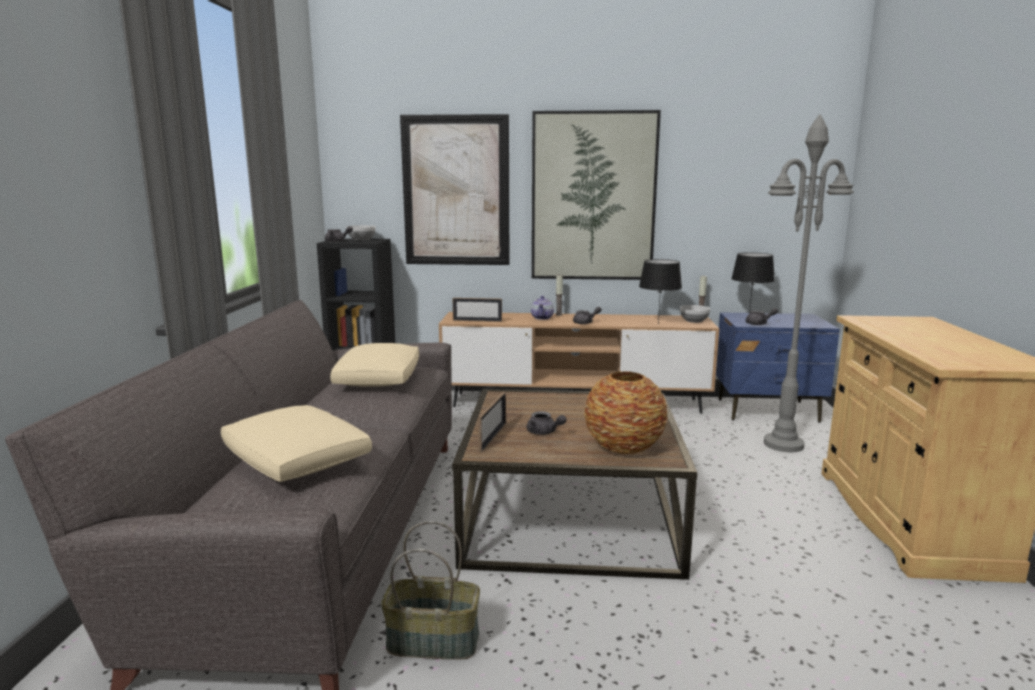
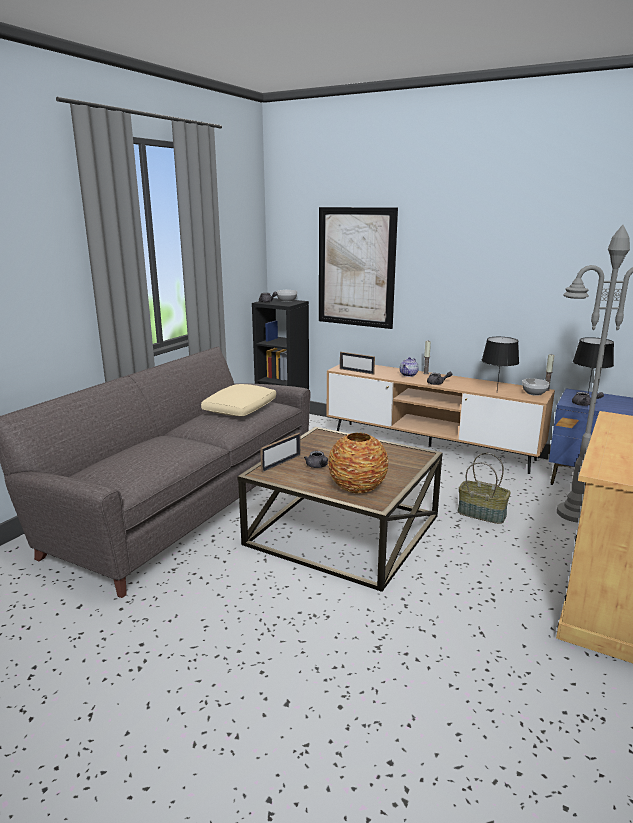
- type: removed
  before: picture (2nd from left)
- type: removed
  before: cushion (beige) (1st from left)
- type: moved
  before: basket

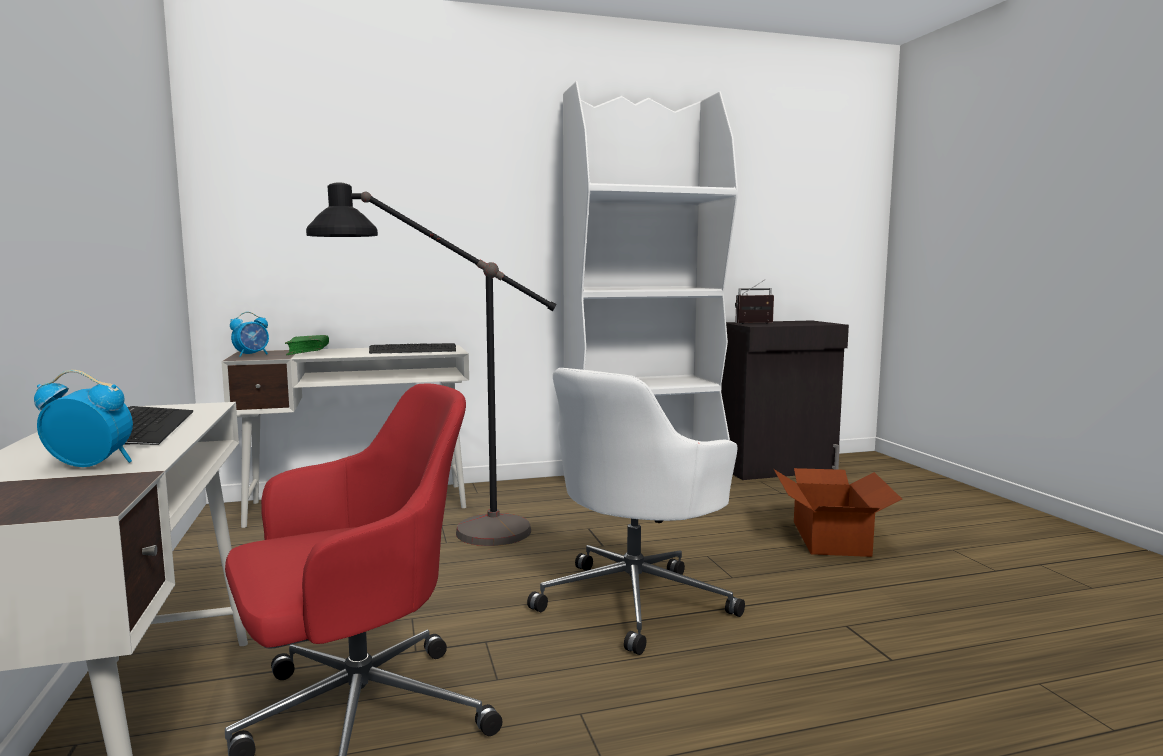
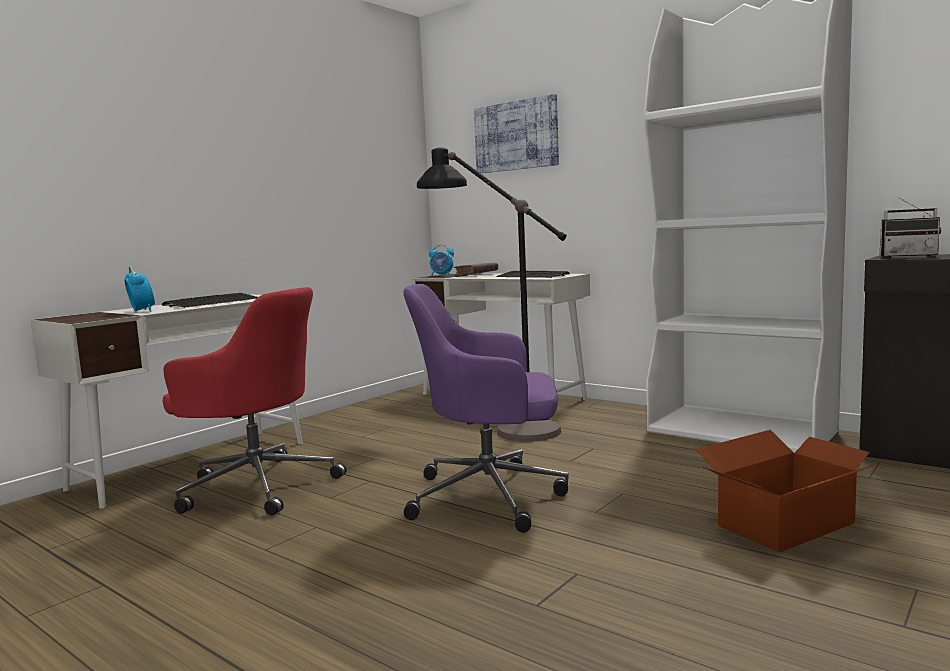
- type: turned
  before: radio receiver
  turn: 150
- type: recoloured
  before: bound book (green-coloured)
  after: bound book (brown-coloured)
- type: recoloured
  before: office chair (whitish)
  after: office chair (purple-coloured)
- type: added
  after: picture

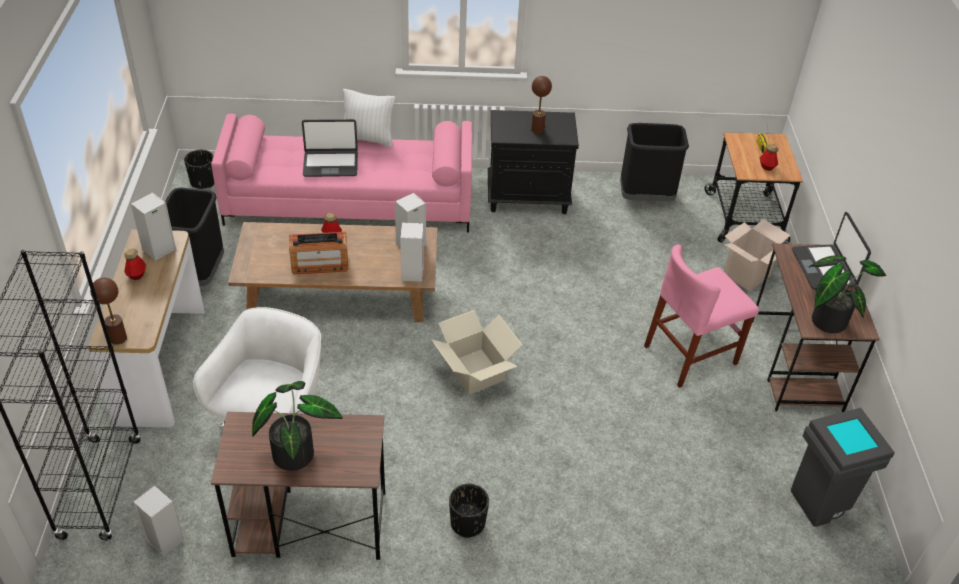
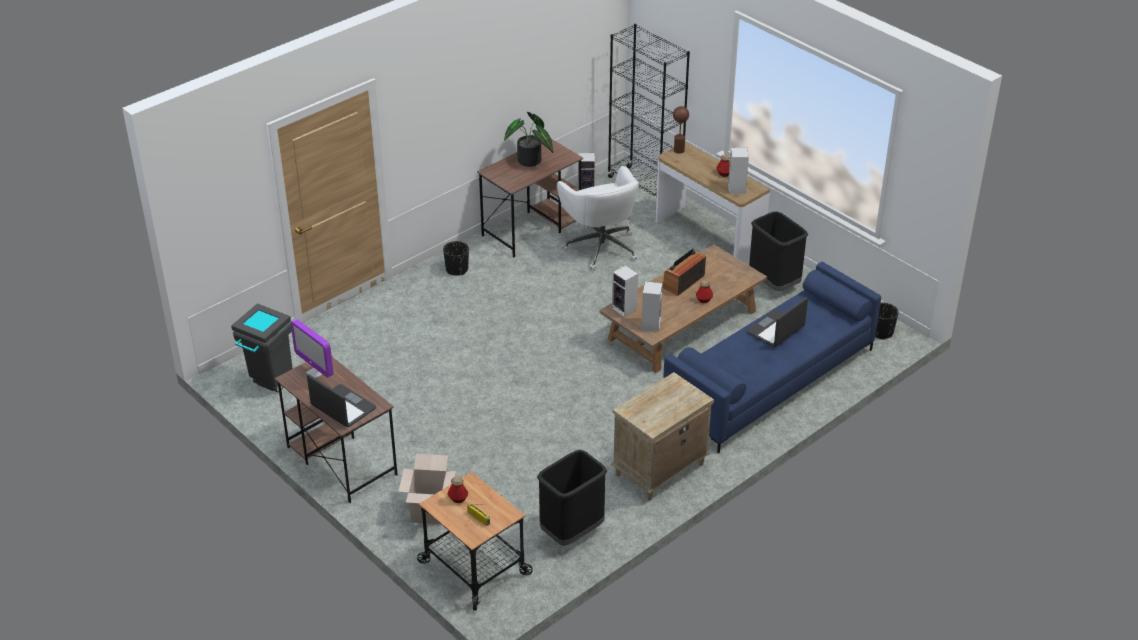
- type: removed
  before: table lamp (brown-coloured) (2nd from left)
- type: removed
  before: cushion (whitish)
- type: recoloured
  before: night table (black-coloured)
  after: night table (beige)
- type: recoloured
  before: couch (pinkish)
  after: couch (blue-coloured)
- type: removed
  before: chair (pinkish)
- type: replaced
  before: potted plant (2nd from left)
  after: computer display
- type: removed
  before: cardboard box (1st from left)

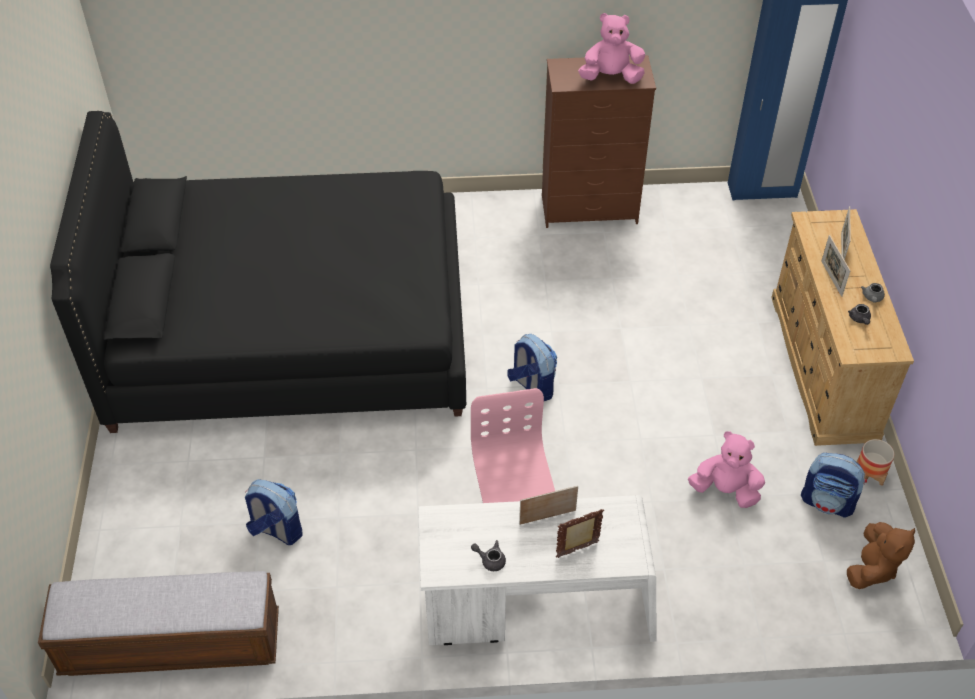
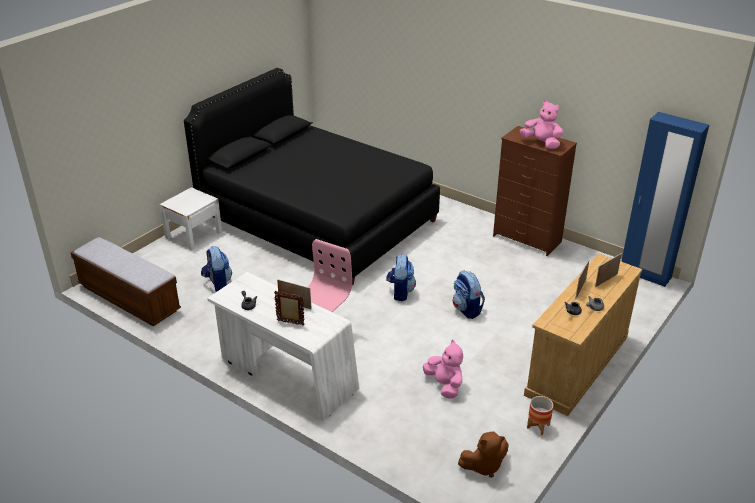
- type: moved
  before: backpack (3rd from left)
- type: added
  after: night table (whitish)

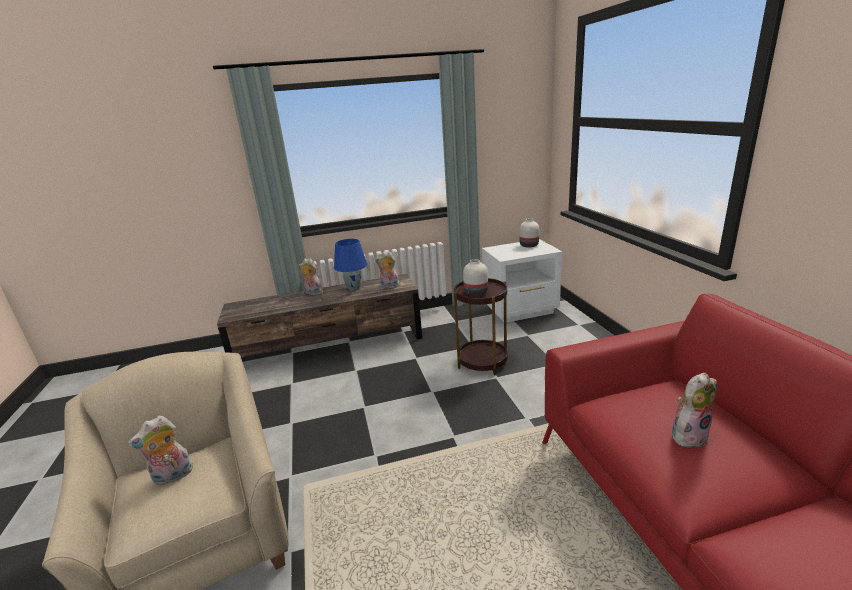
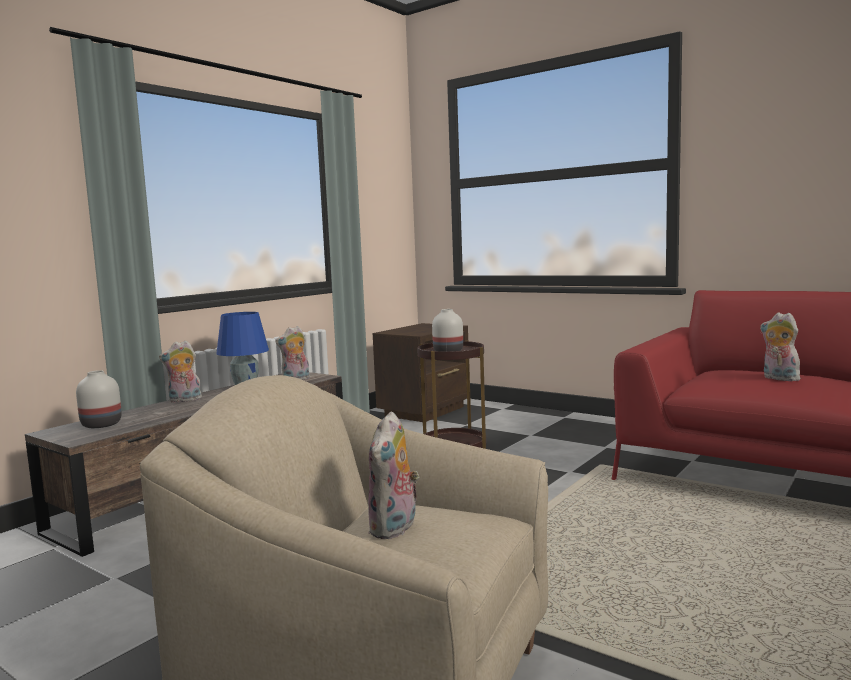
- type: moved
  before: flower vase (whitish) (2nd from left in the first image)
  after: flower vase (whitish) (1st from left)
- type: recoloured
  before: night table (whitish)
  after: night table (brown-coloured)
- type: turned
  before: cuddly toy (4th from left)
  turn: -60

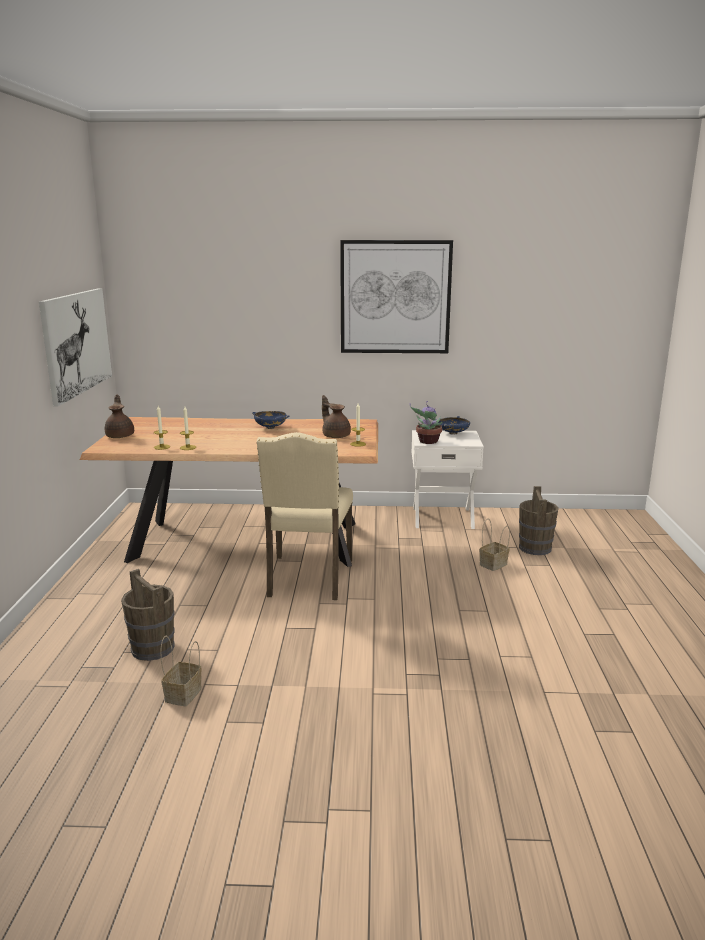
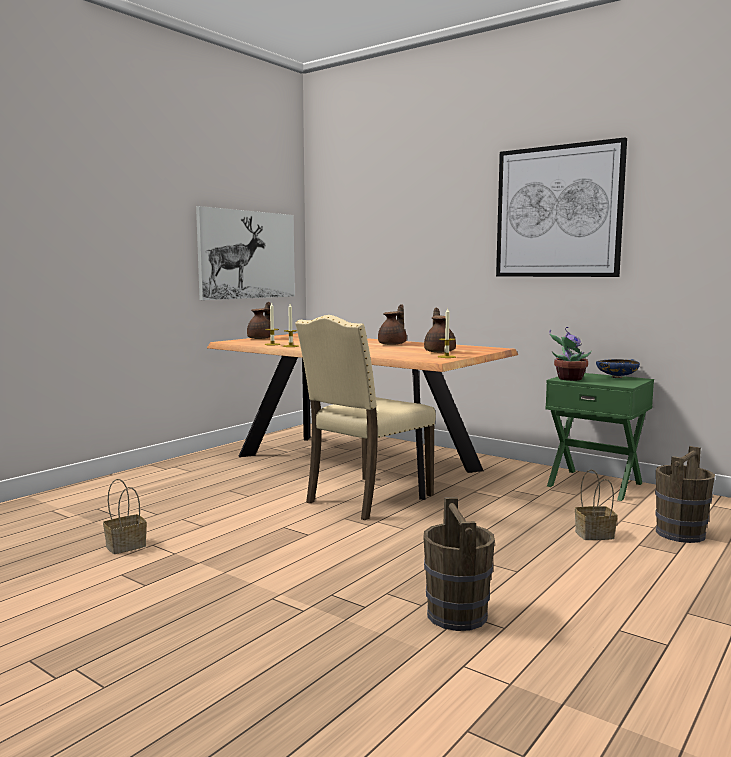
- type: replaced
  before: serving bowl (blue-coloured) (1st from left)
  after: teapot (brown-coloured) (2nd from left)
- type: recoloured
  before: night table (whitish)
  after: night table (green-coloured)
- type: moved
  before: bucket (brown-coloured) (1st from left)

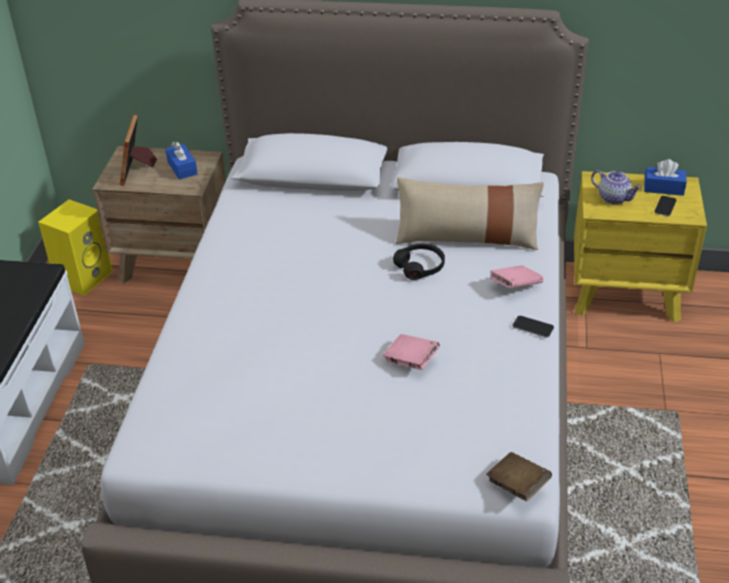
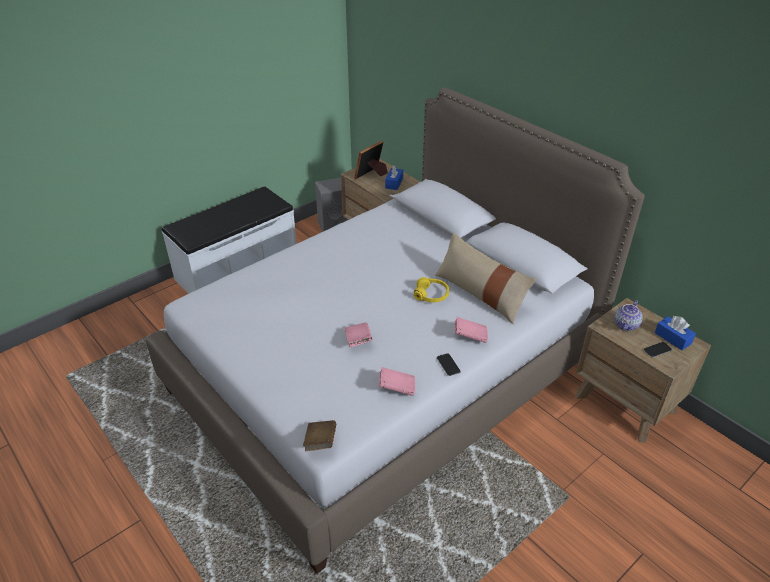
- type: turned
  before: teapot
  turn: 45
- type: recoloured
  before: night table (yellow-coloured)
  after: night table (brown-coloured) (2nd from left)
- type: recoloured
  before: audio speaker (yellow-coloured)
  after: audio speaker (gray)
- type: recoloured
  before: headphones (black-coloured)
  after: headphones (yellow-coloured)
- type: added
  after: bound book (pinkish) (2nd from left)

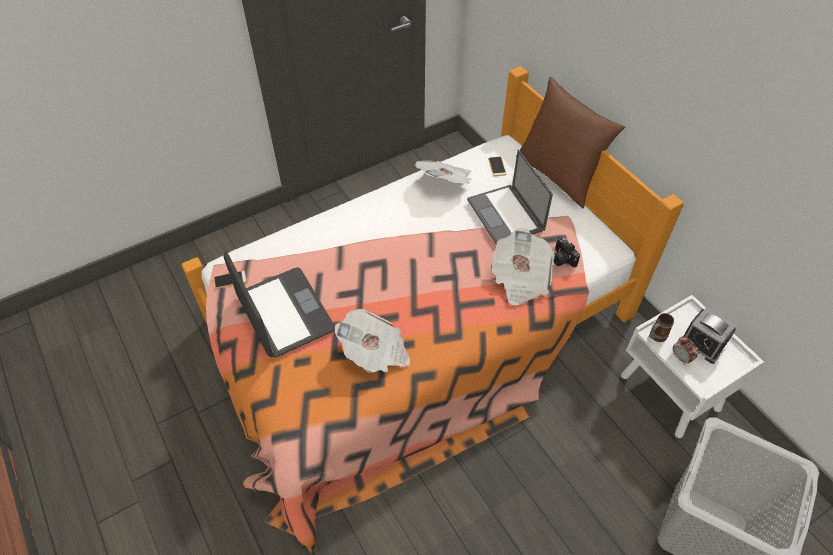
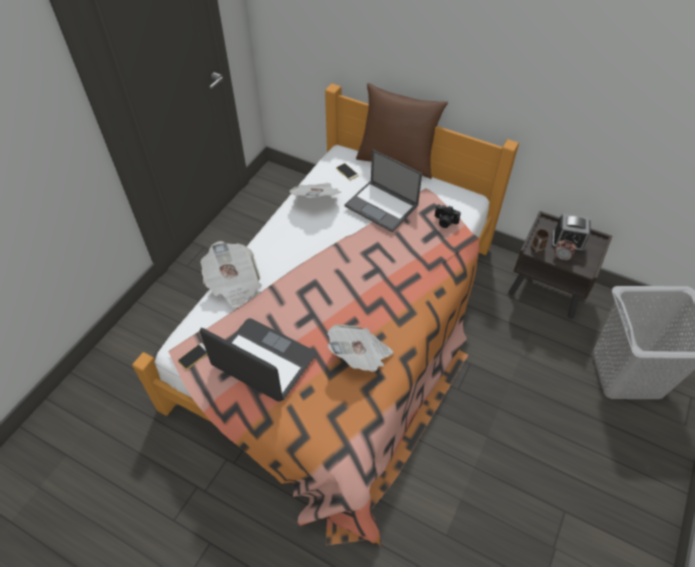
- type: moved
  before: daily paper (3rd from left in the first image)
  after: daily paper (1st from left)
- type: recoloured
  before: night table (whitish)
  after: night table (brown-coloured)

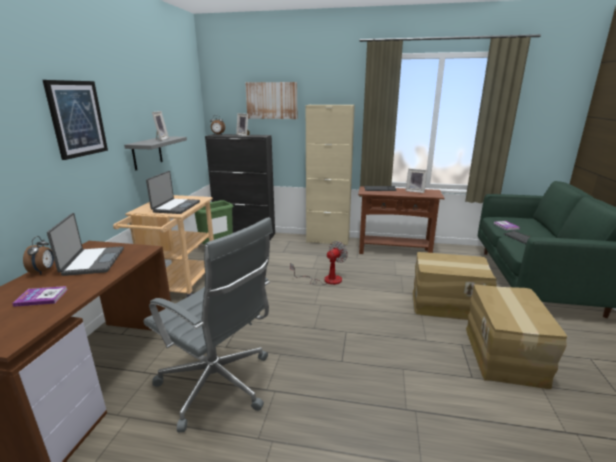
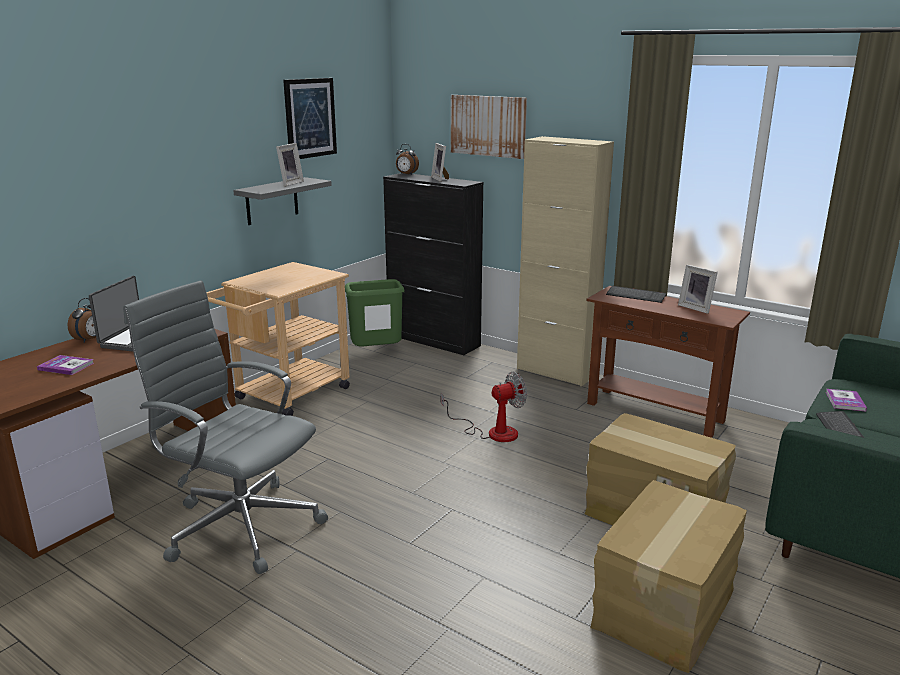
- type: moved
  before: picture (1st from left)
- type: removed
  before: notebook computer (2nd from left)
- type: turned
  before: office chair (gray)
  turn: 150

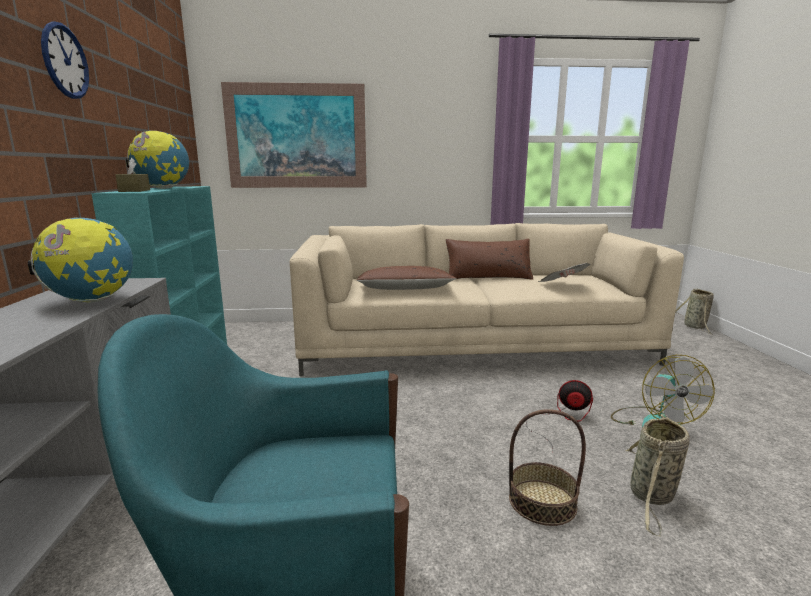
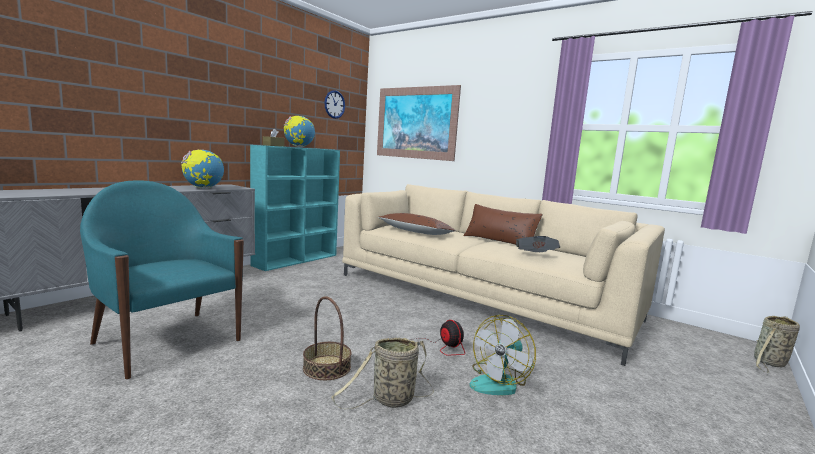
- type: moved
  before: wall clock

